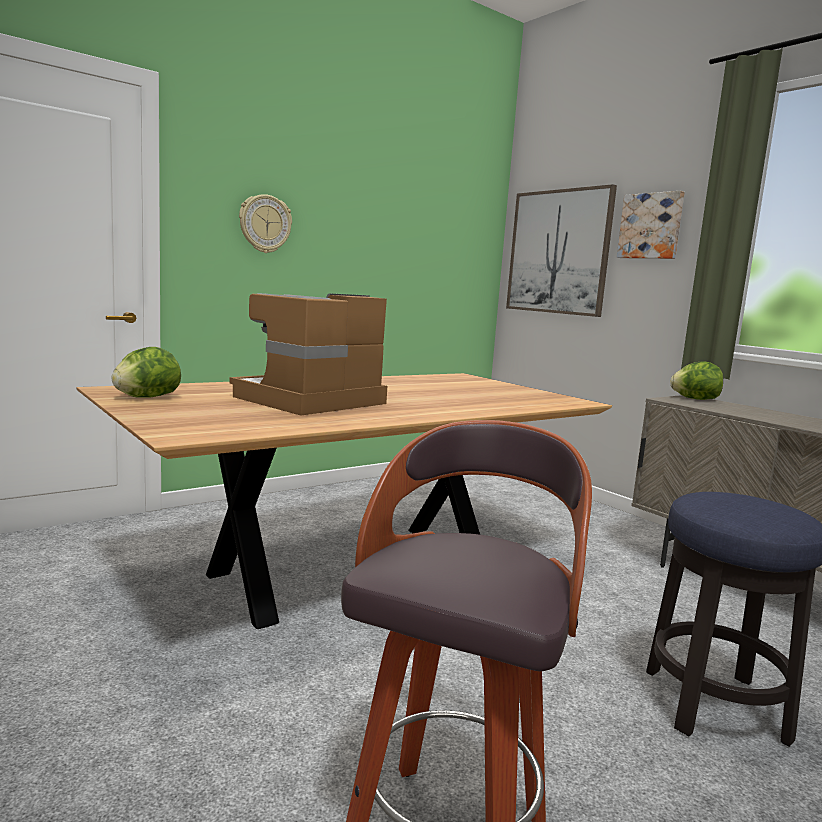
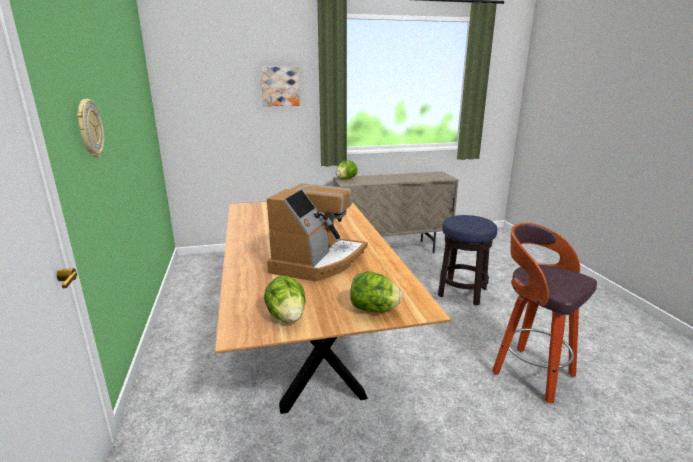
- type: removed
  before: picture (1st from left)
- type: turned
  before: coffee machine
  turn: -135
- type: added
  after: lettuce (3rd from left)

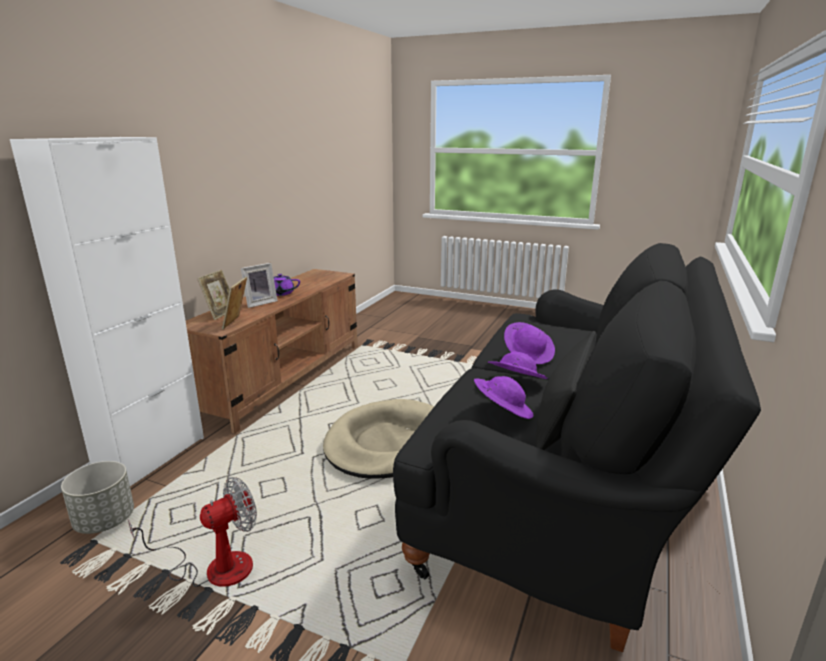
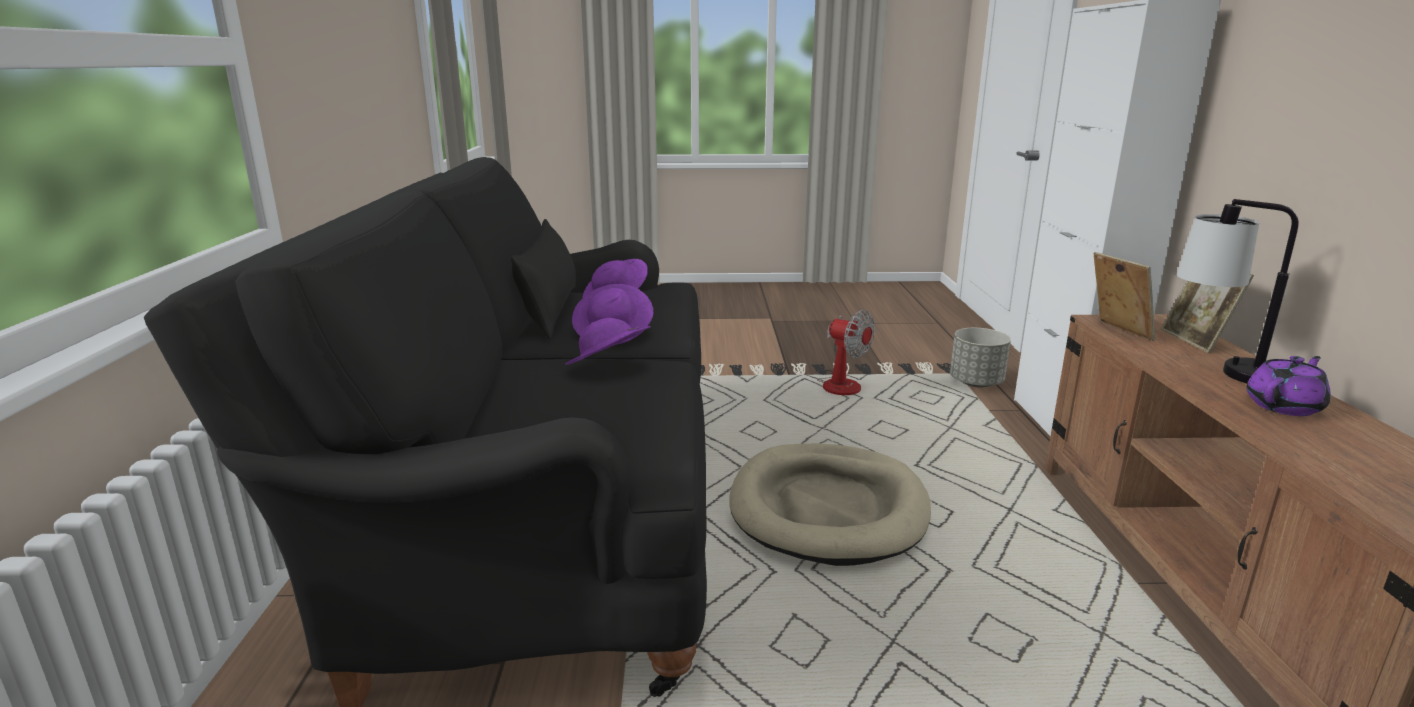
- type: replaced
  before: picture frame (3rd from left)
  after: table lamp
- type: turned
  before: electric fan
  turn: -75

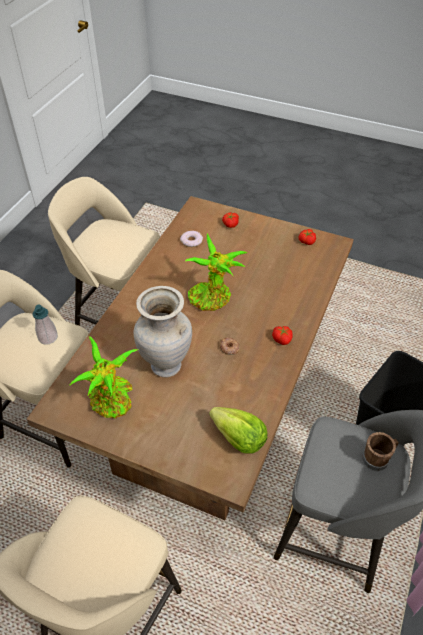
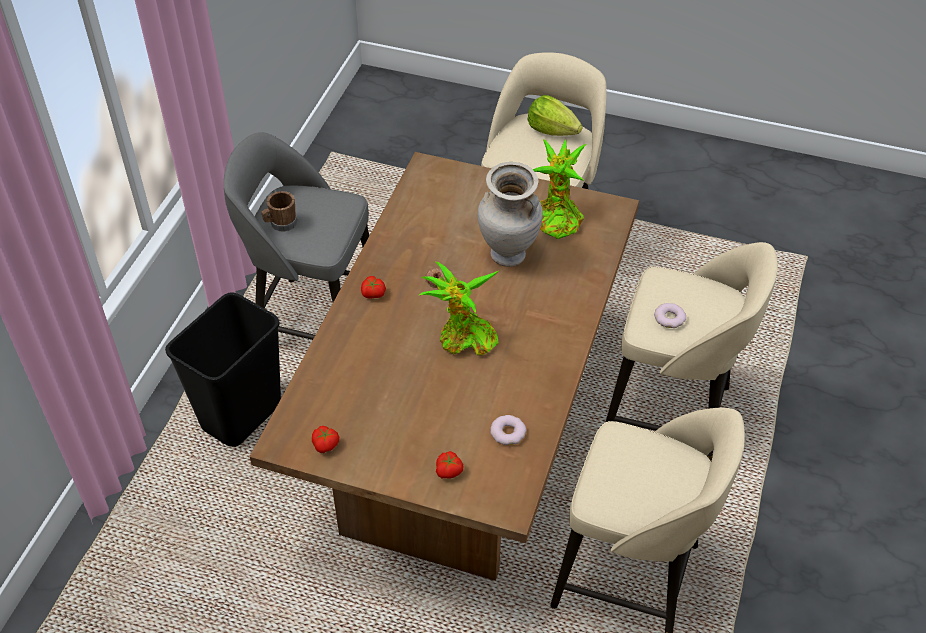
- type: replaced
  before: soap dispenser
  after: donut (3rd from left)
- type: moved
  before: lettuce

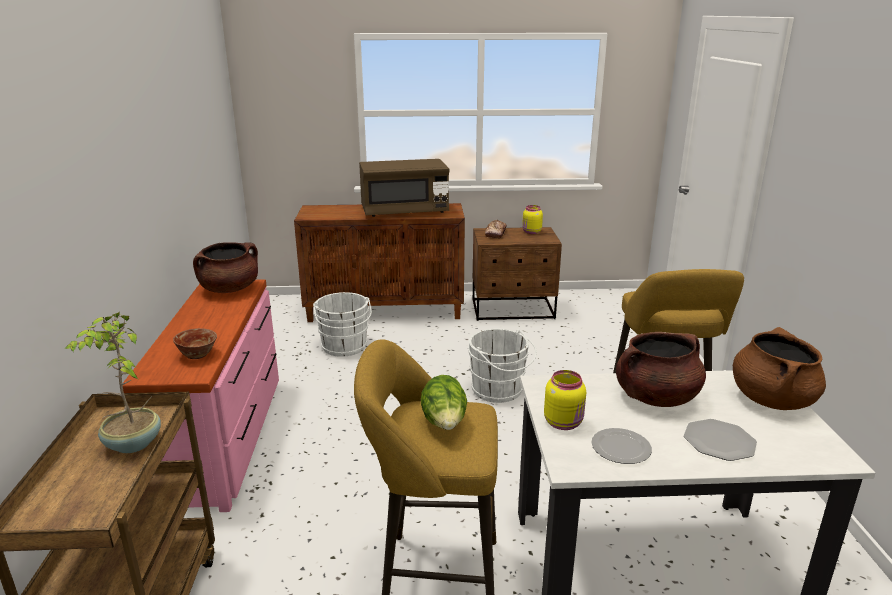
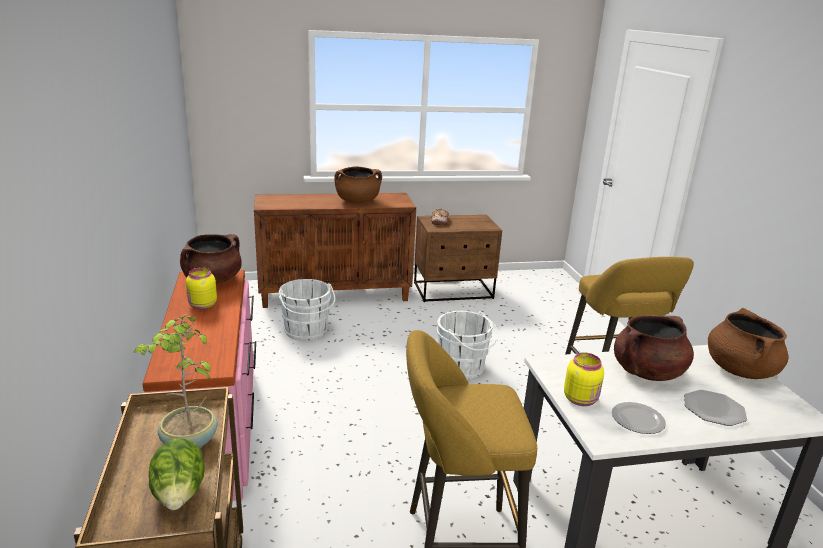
- type: replaced
  before: microwave (brown-coloured)
  after: stockpot (brown-coloured) (2nd from left)
- type: moved
  before: storage jar (yellow-coloured) (1st from left)
- type: removed
  before: serving bowl
- type: moved
  before: lettuce

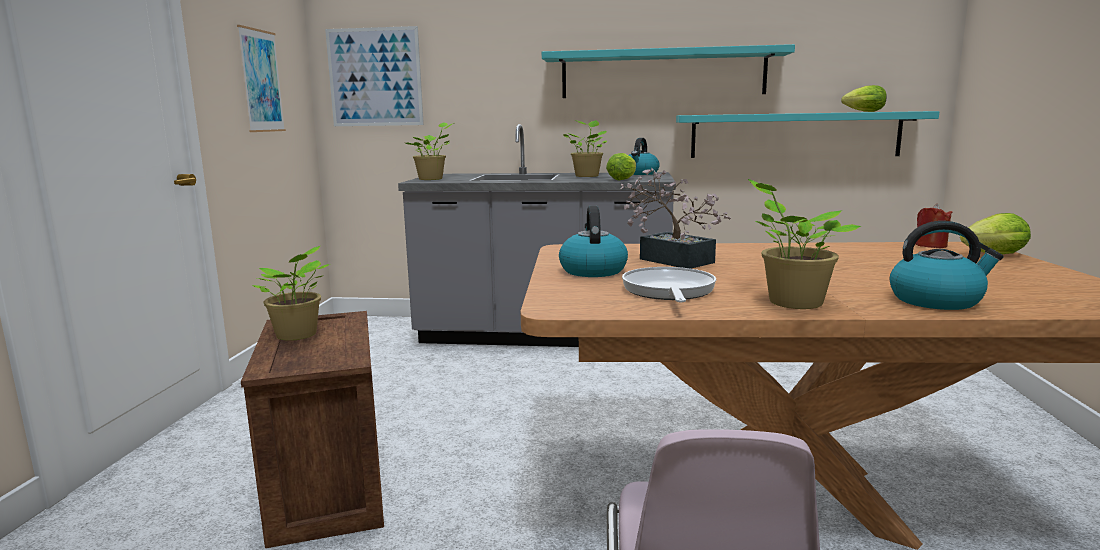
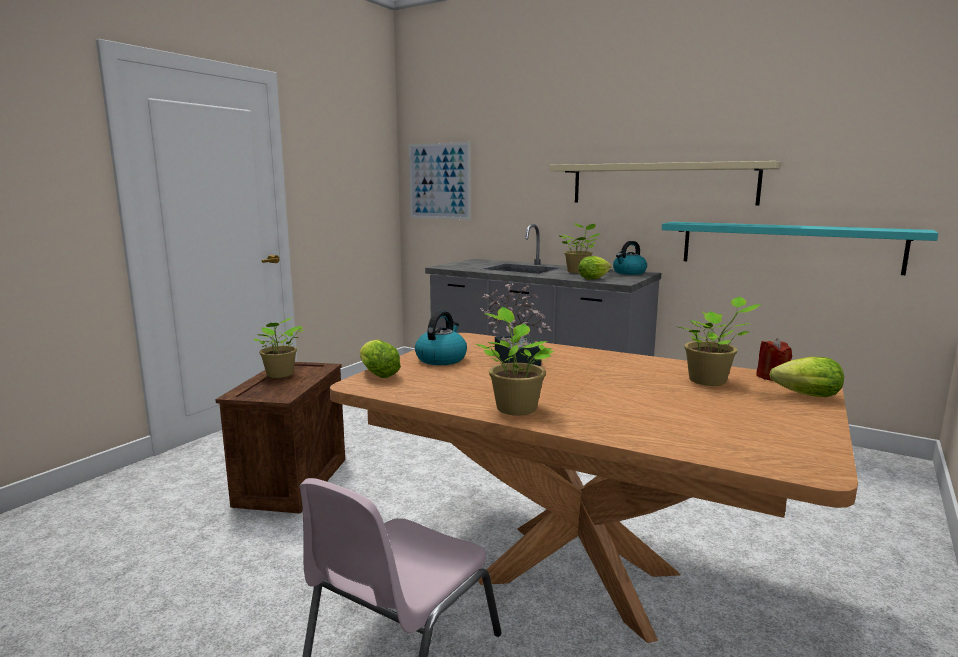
- type: removed
  before: picture (1st from left)
- type: recoloured
  before: wall shelf (turquoise) (1st from left)
  after: wall shelf (beige)
- type: moved
  before: lettuce (2nd from left in the first image)
  after: lettuce (1st from left)
- type: moved
  before: potted plant (2nd from left in the first image)
  after: potted plant (5th from left)
- type: removed
  before: kettle (3rd from left)
- type: removed
  before: skillet

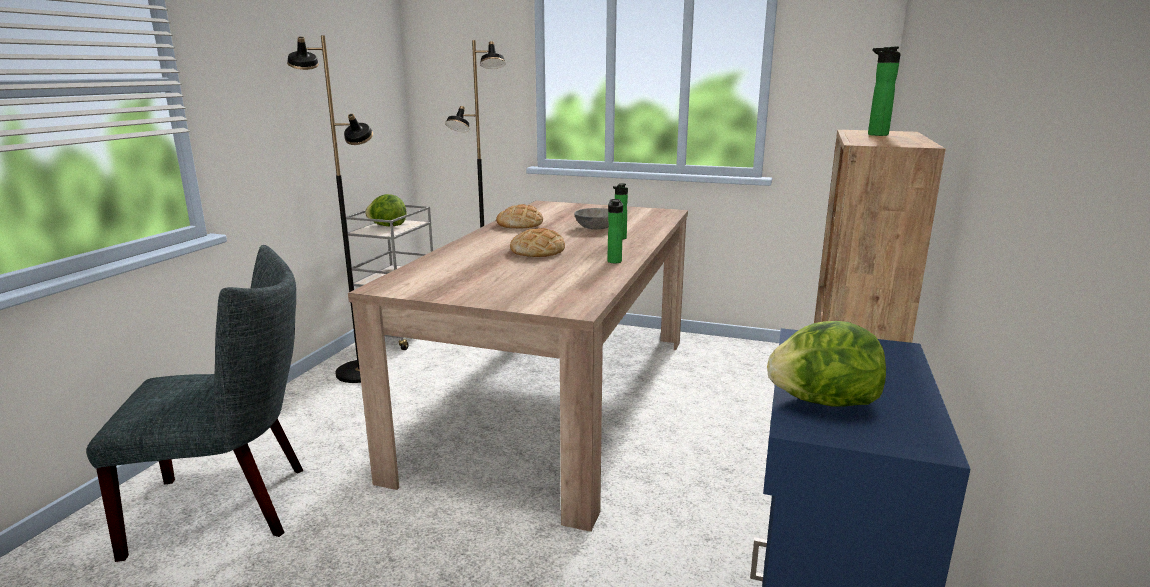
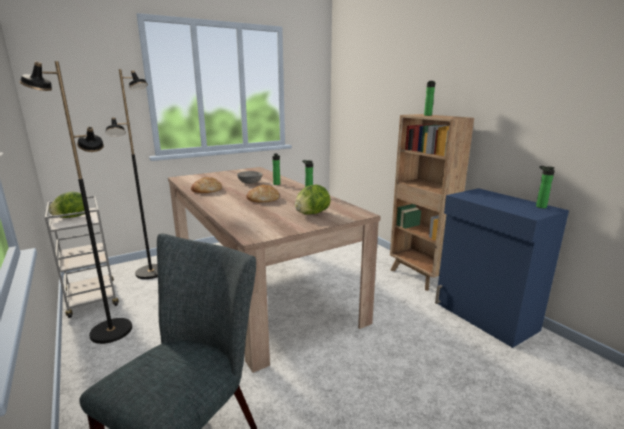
- type: moved
  before: lettuce (2nd from left)
- type: added
  after: bottle (4th from left)

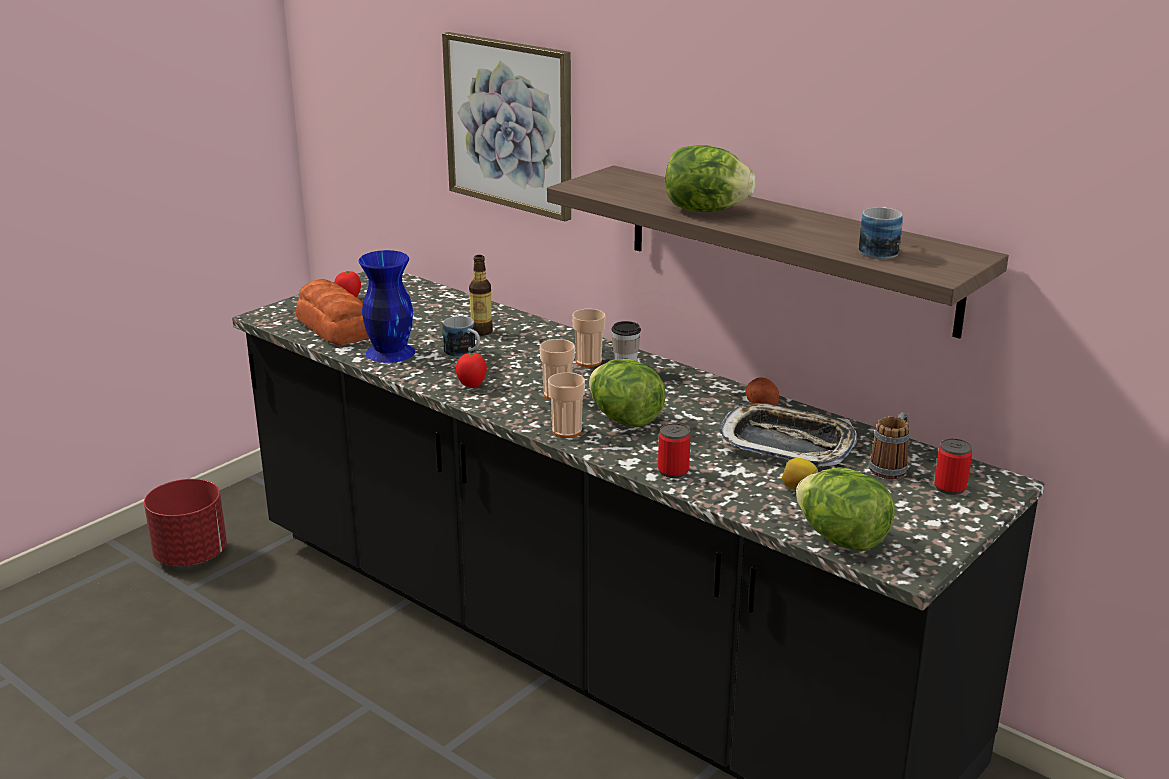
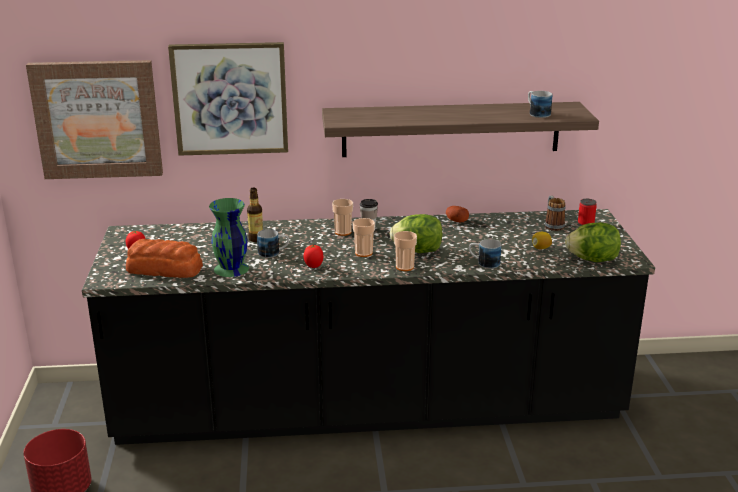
- type: removed
  before: lettuce (2nd from left)
- type: recoloured
  before: flower vase (blue-coloured)
  after: flower vase (green-coloured)
- type: removed
  before: carrying tray
- type: replaced
  before: metal can (1st from left)
  after: mug (2nd from left)
- type: added
  after: picture (1st from left)

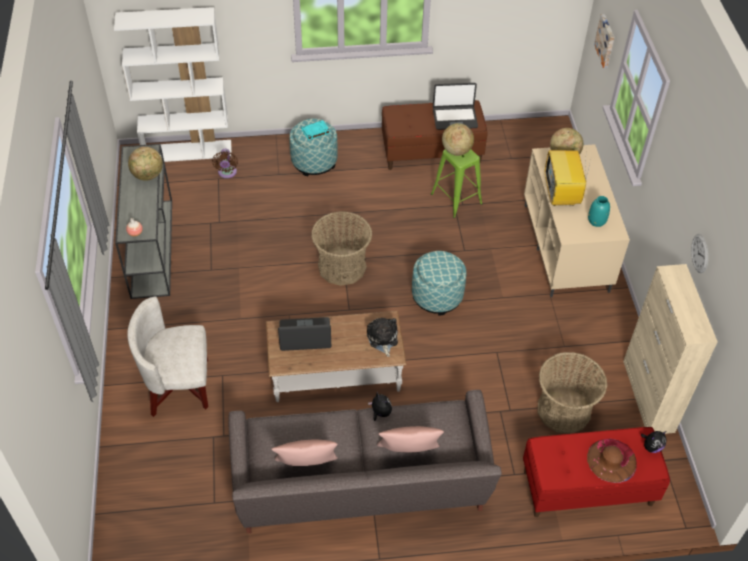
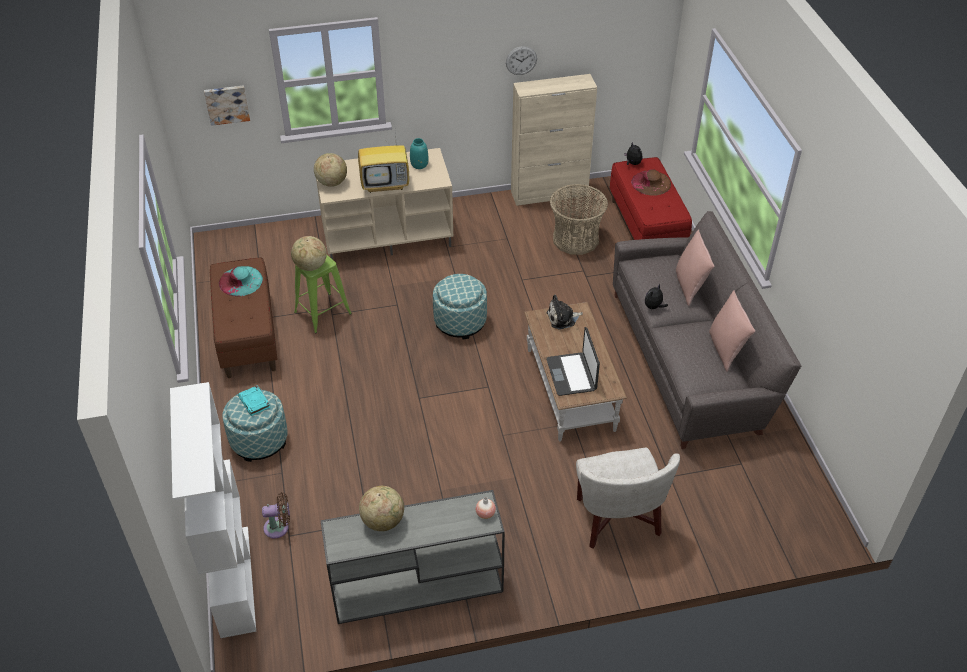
- type: replaced
  before: notebook computer (2nd from left)
  after: hat (turquoise)
- type: removed
  before: basket (1st from left)

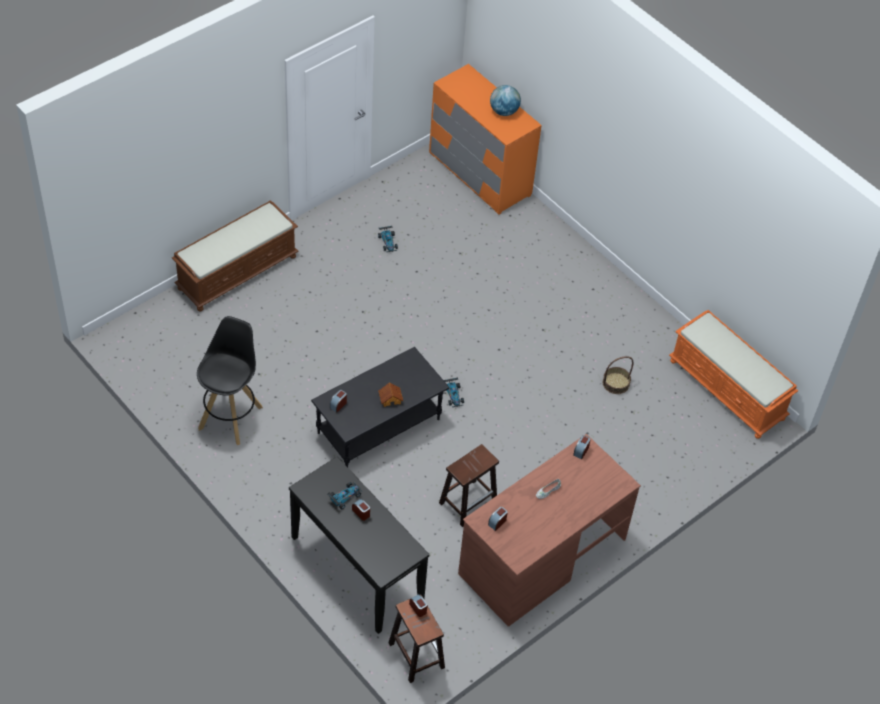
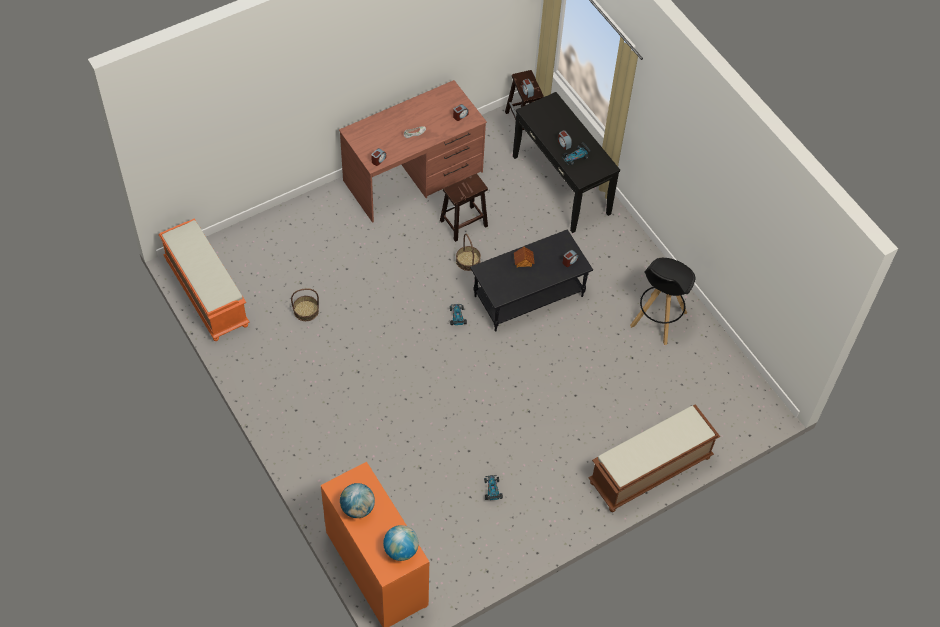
- type: added
  after: basket (2nd from left)
- type: added
  after: desk globe (2nd from left)

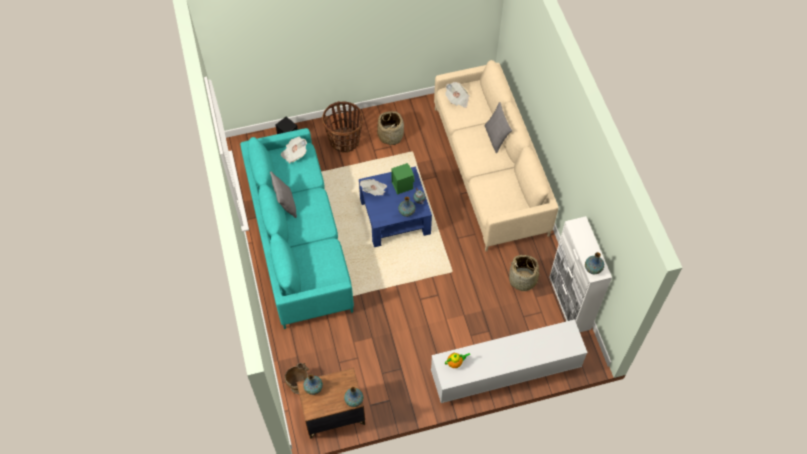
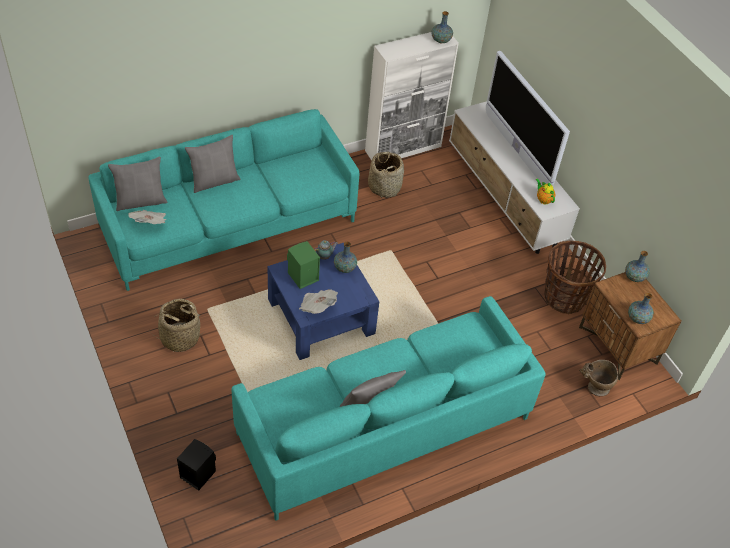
- type: recoloured
  before: couch (beige)
  after: couch (turquoise) (1st from left)
- type: moved
  before: basket (1st from left in the first image)
  after: basket (3rd from left)
- type: removed
  before: daily paper (1st from left)
- type: added
  after: television
- type: added
  after: cushion (gray) (1st from left)

